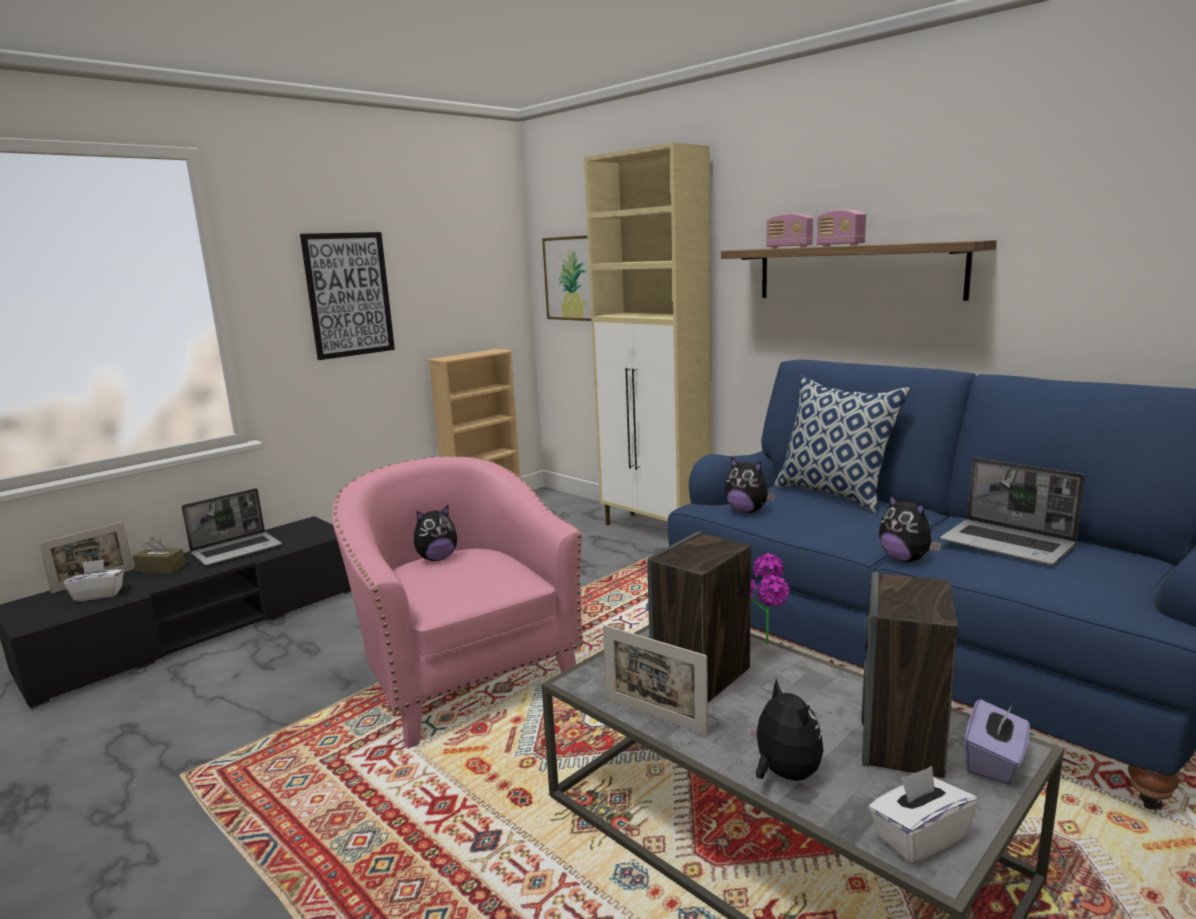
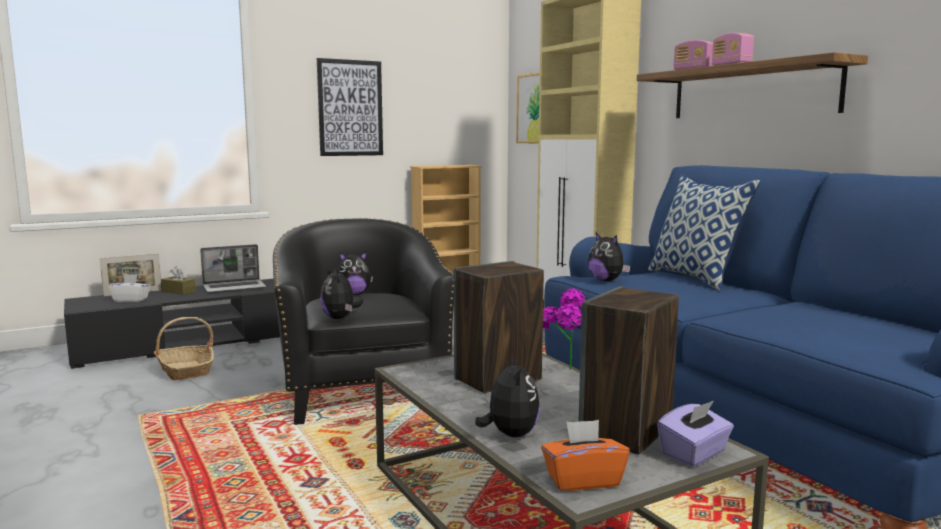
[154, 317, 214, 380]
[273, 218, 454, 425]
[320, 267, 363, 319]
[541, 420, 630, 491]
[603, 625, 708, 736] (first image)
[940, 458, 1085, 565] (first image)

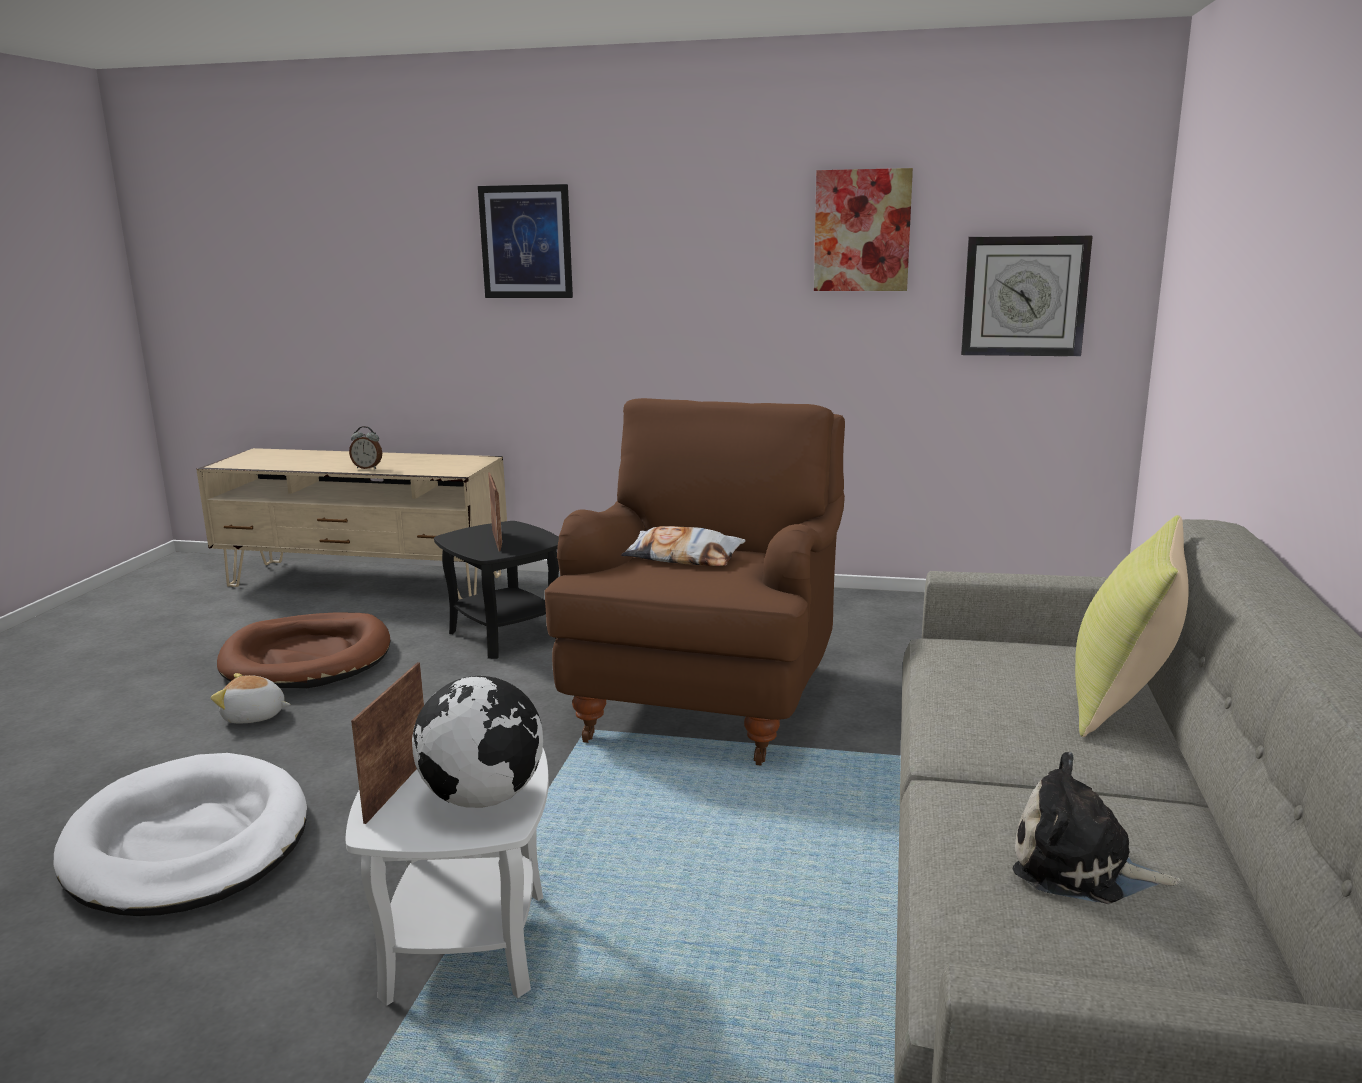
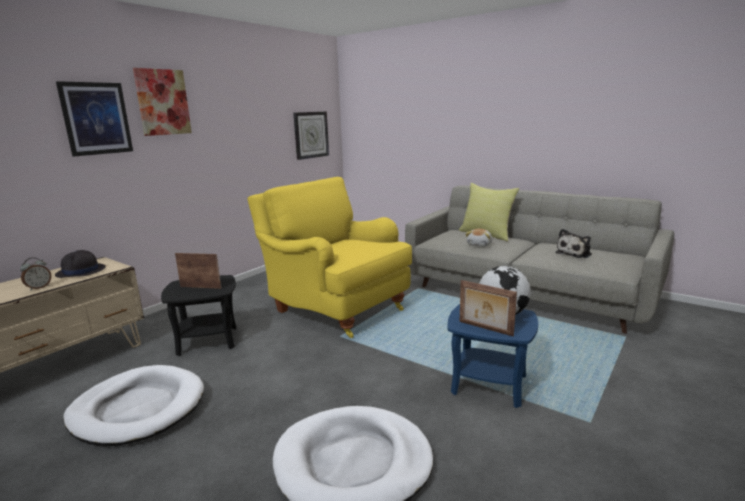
[55, 250, 106, 278]
[63, 365, 204, 446]
[133, 68, 192, 136]
[248, 177, 412, 338]
[448, 304, 538, 408]
[465, 229, 492, 247]
[621, 526, 746, 566] (first image)

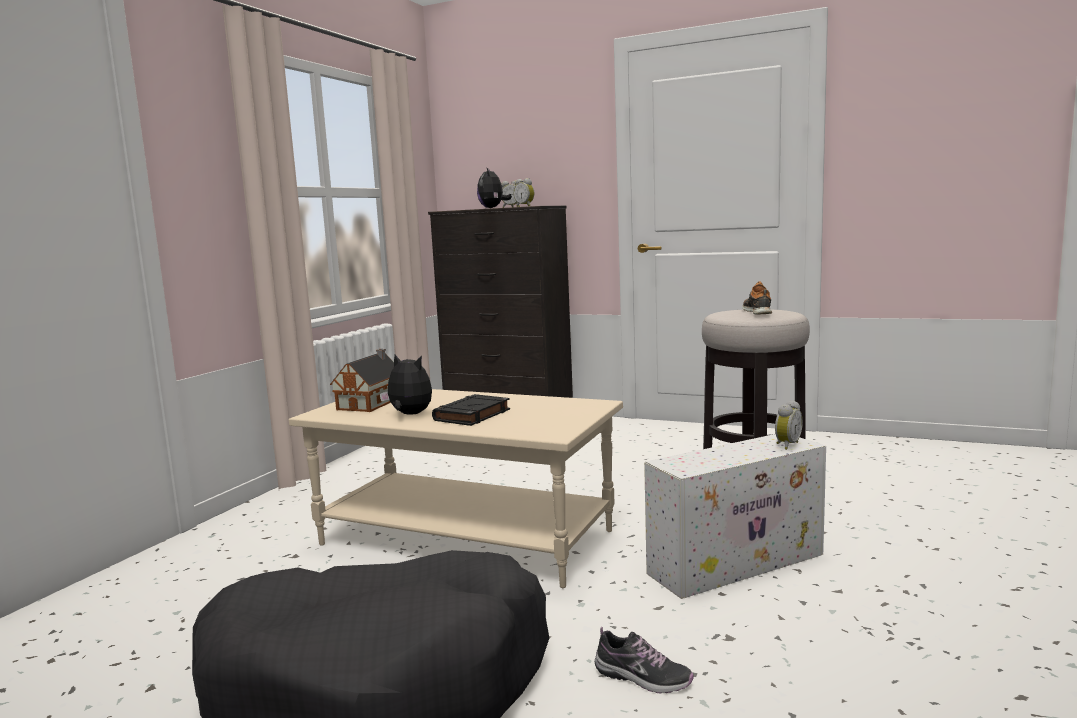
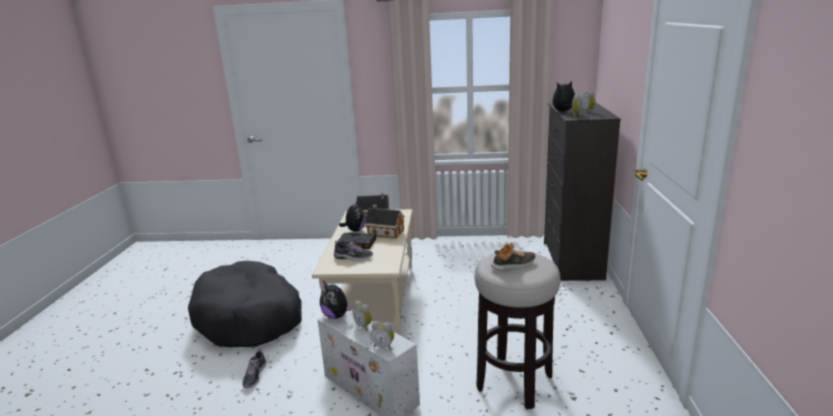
[320, 281, 353, 319]
[334, 240, 373, 261]
[353, 301, 372, 331]
[365, 205, 404, 238]

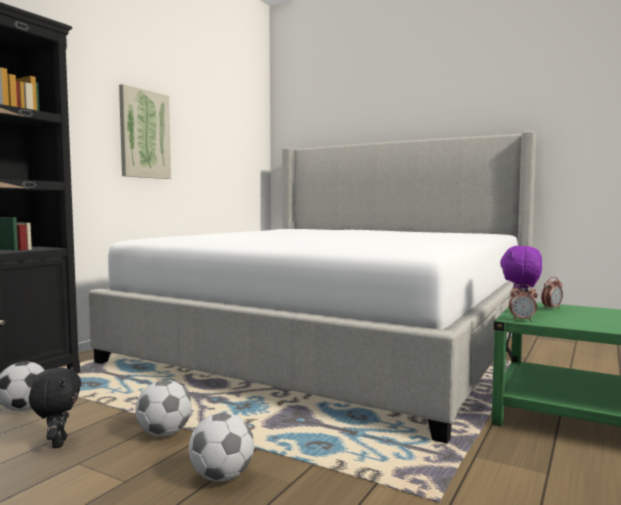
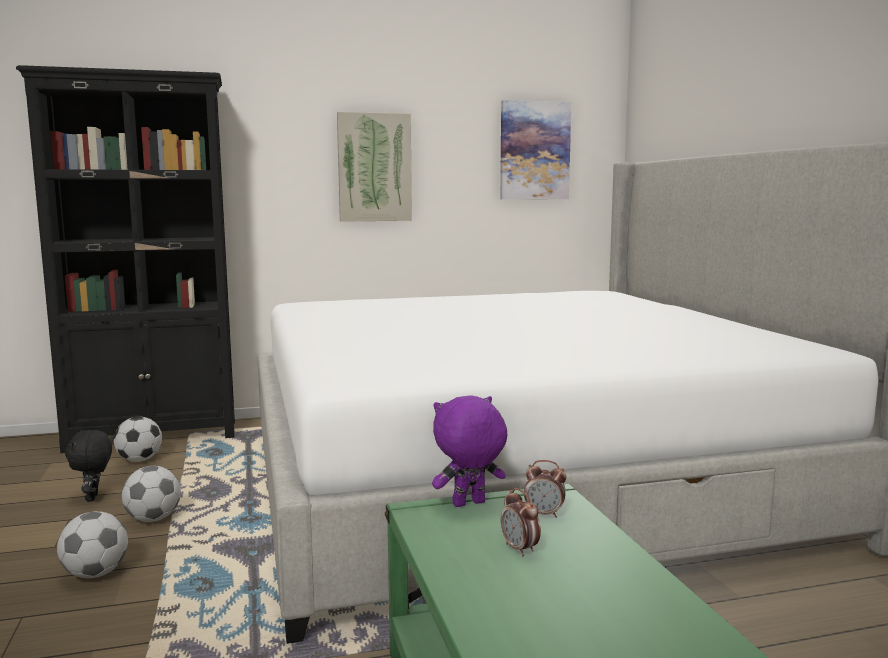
[65, 430, 112, 502]
[500, 100, 571, 200]
[501, 488, 541, 556]

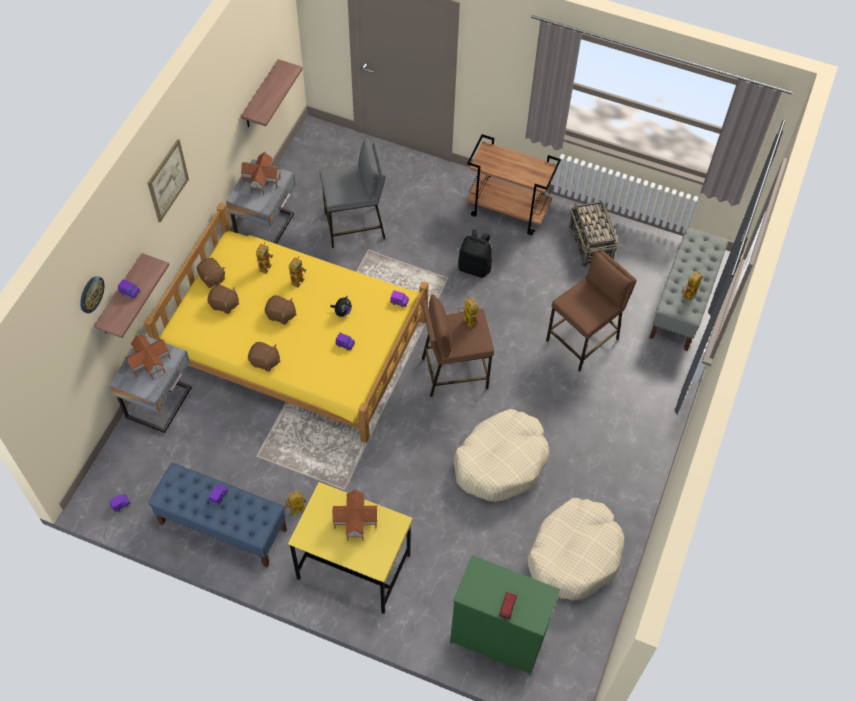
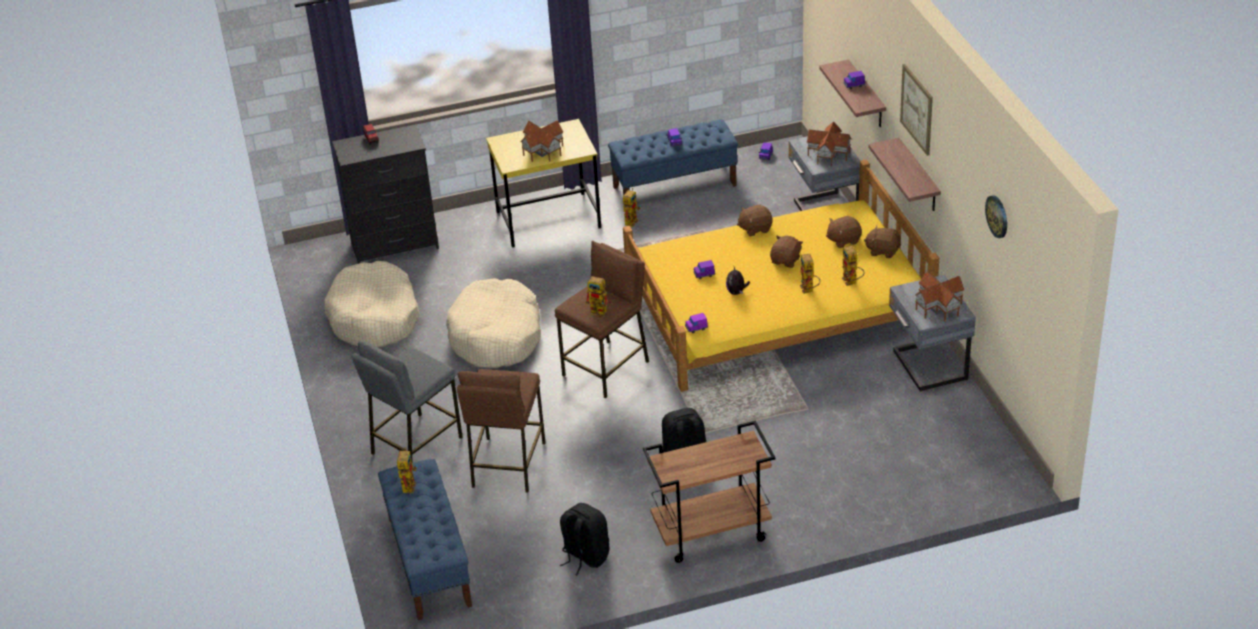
[332, 124, 439, 264]
[351, 341, 463, 463]
[378, 459, 472, 620]
[560, 503, 609, 575]
[770, 236, 803, 268]
[869, 138, 941, 211]
[985, 195, 1007, 238]

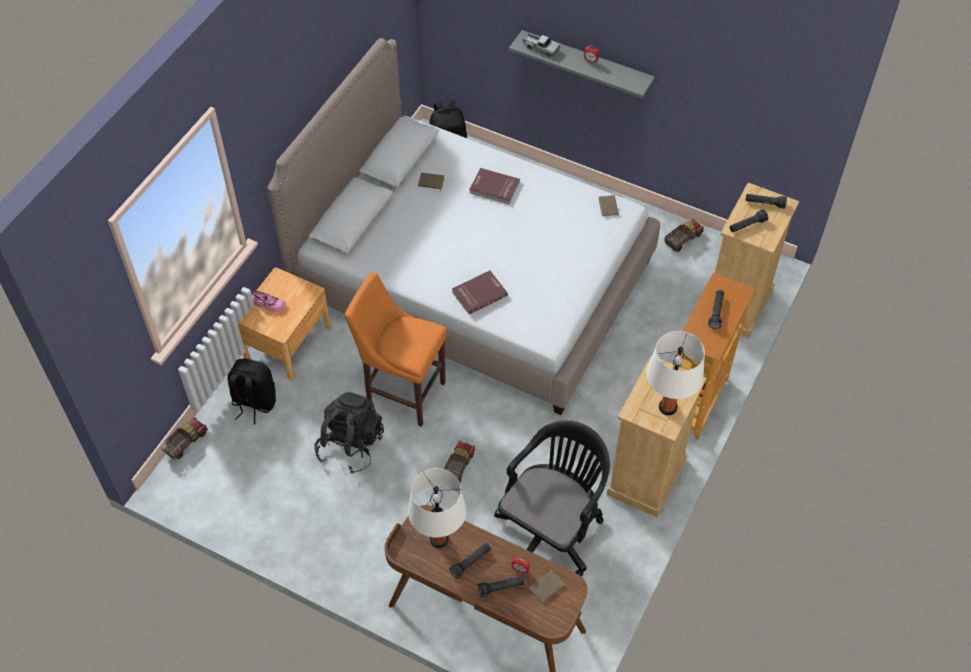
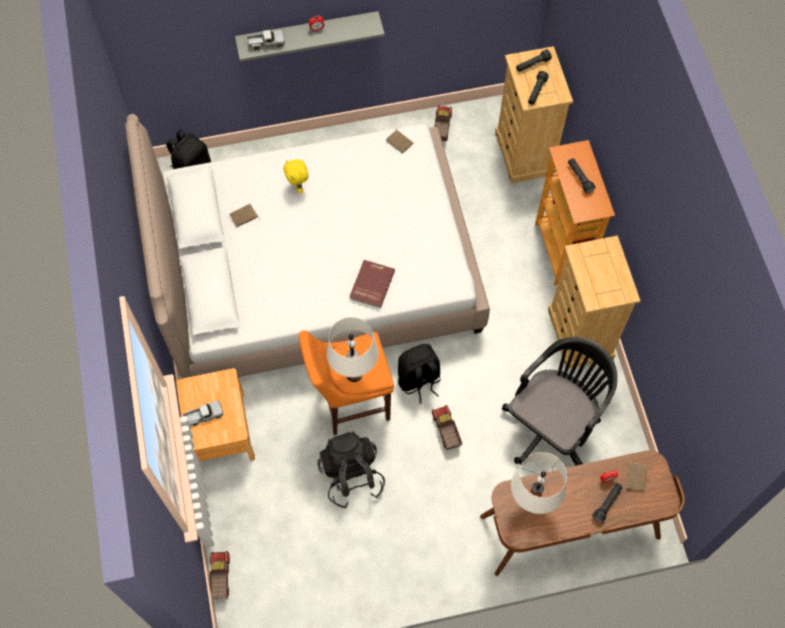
[183, 400, 223, 426]
[284, 159, 309, 193]
[326, 317, 378, 382]
[398, 344, 441, 404]
[502, 337, 617, 466]
[449, 543, 491, 579] (first image)

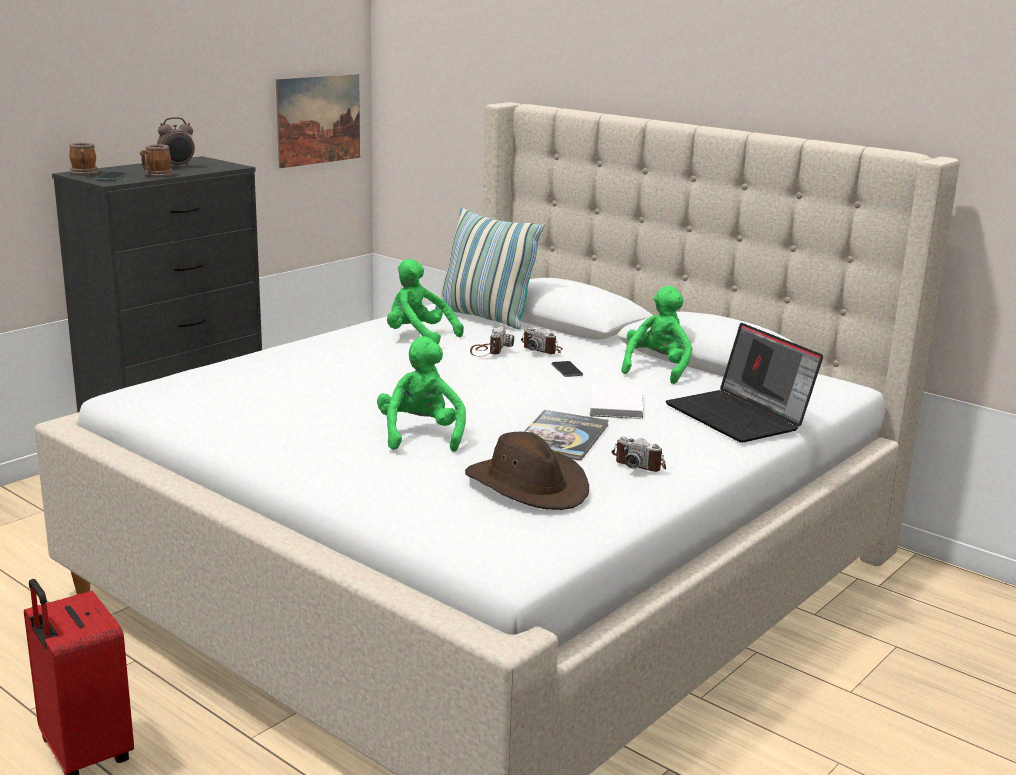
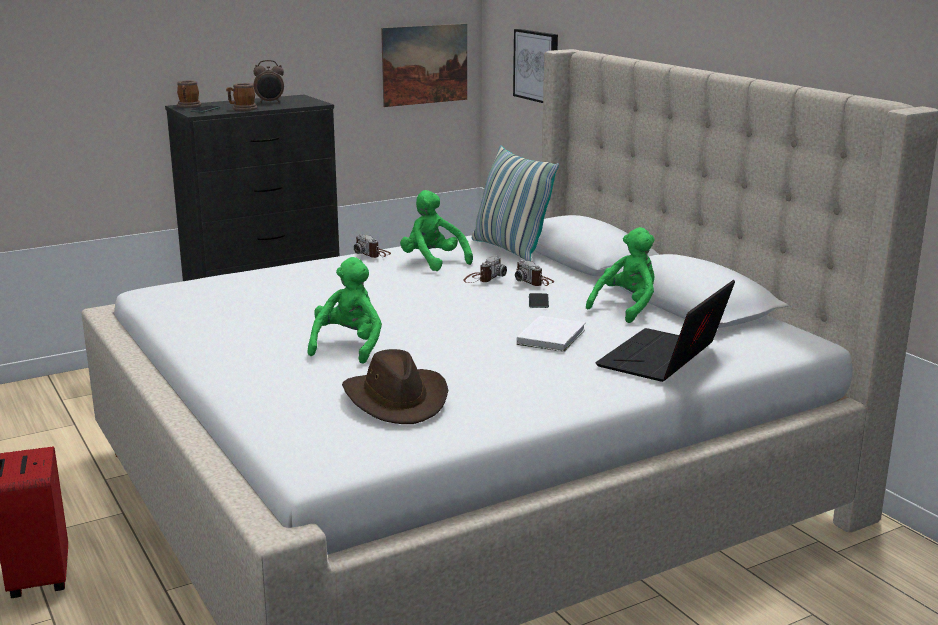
[354, 234, 391, 258]
[513, 29, 558, 103]
[595, 280, 735, 382]
[524, 410, 609, 461] (first image)

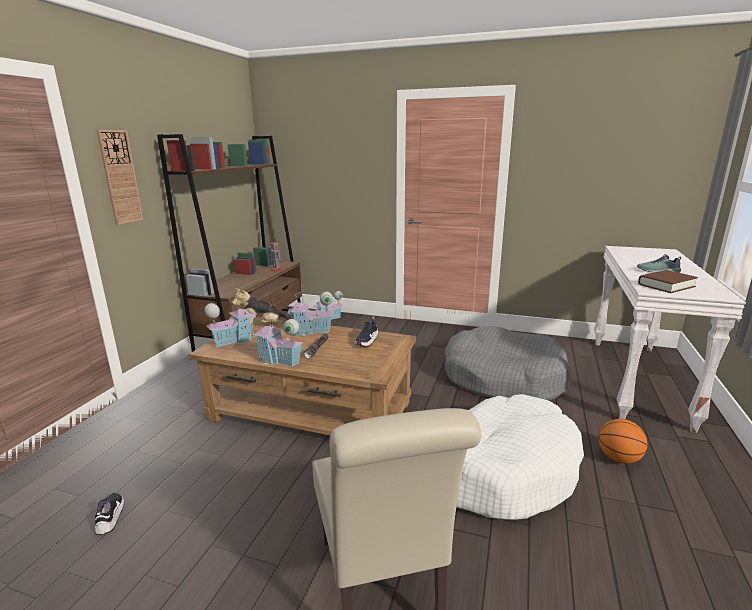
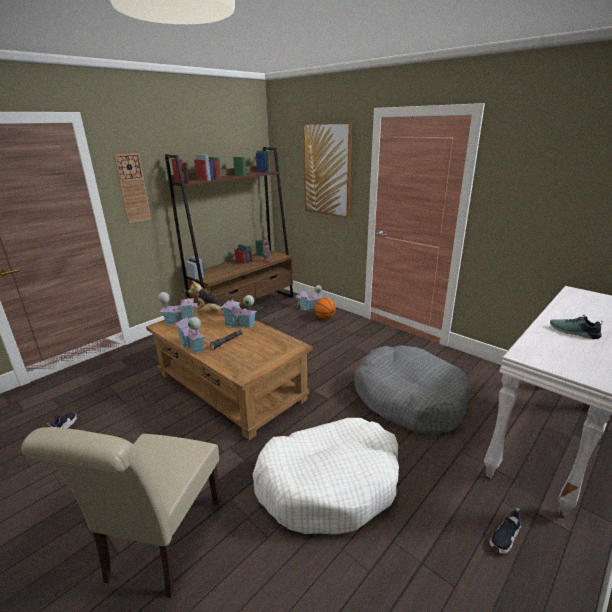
[303, 122, 352, 218]
[314, 298, 336, 319]
[489, 508, 521, 555]
[638, 270, 698, 293] (first image)

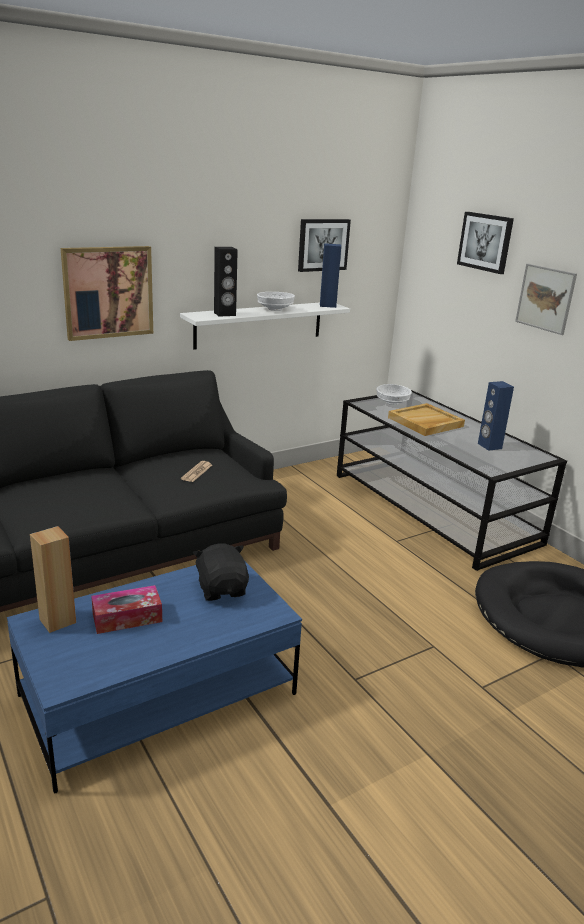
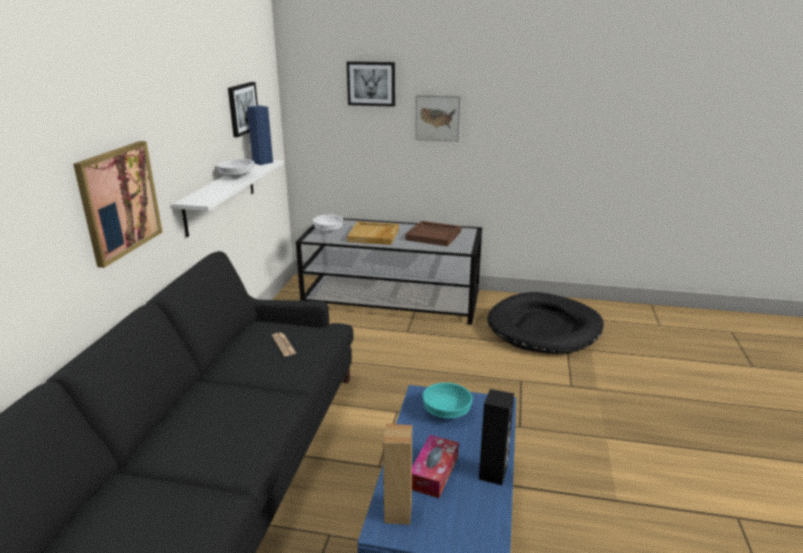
[405, 221, 461, 246]
[423, 383, 473, 418]
[479, 389, 514, 485]

